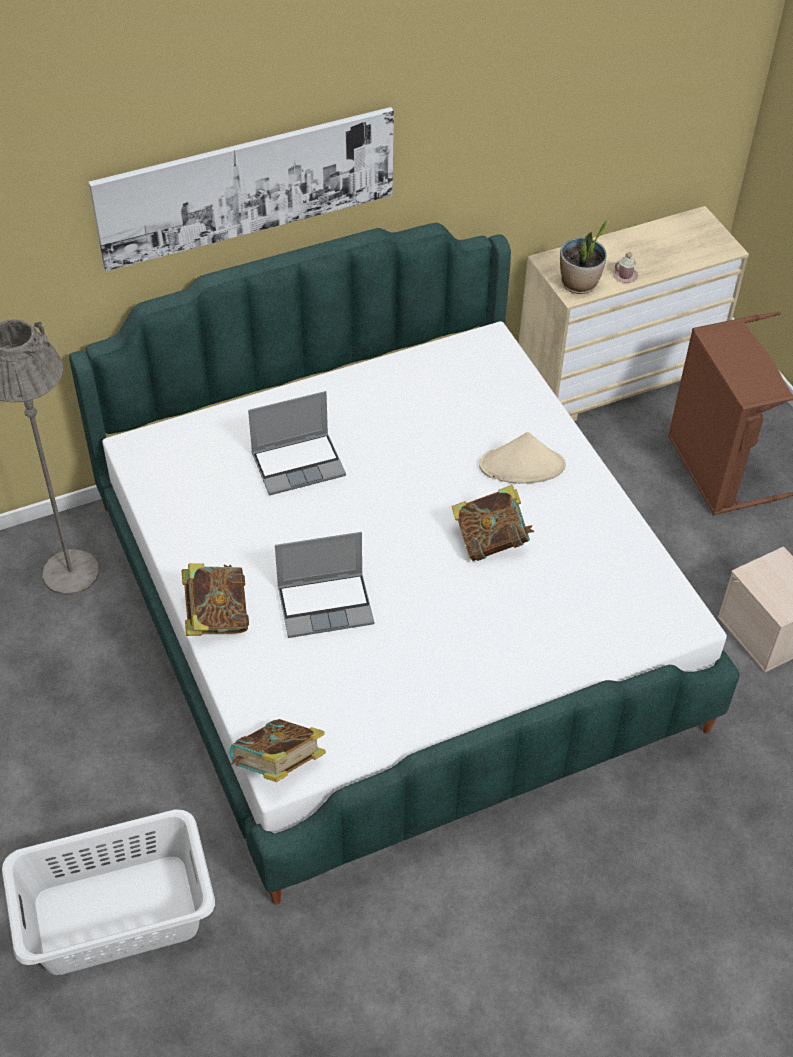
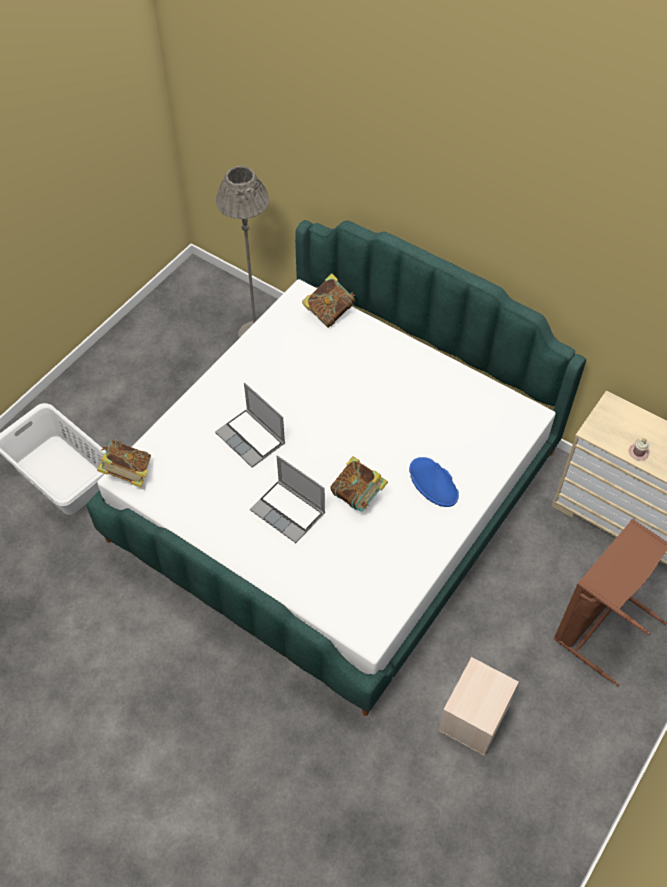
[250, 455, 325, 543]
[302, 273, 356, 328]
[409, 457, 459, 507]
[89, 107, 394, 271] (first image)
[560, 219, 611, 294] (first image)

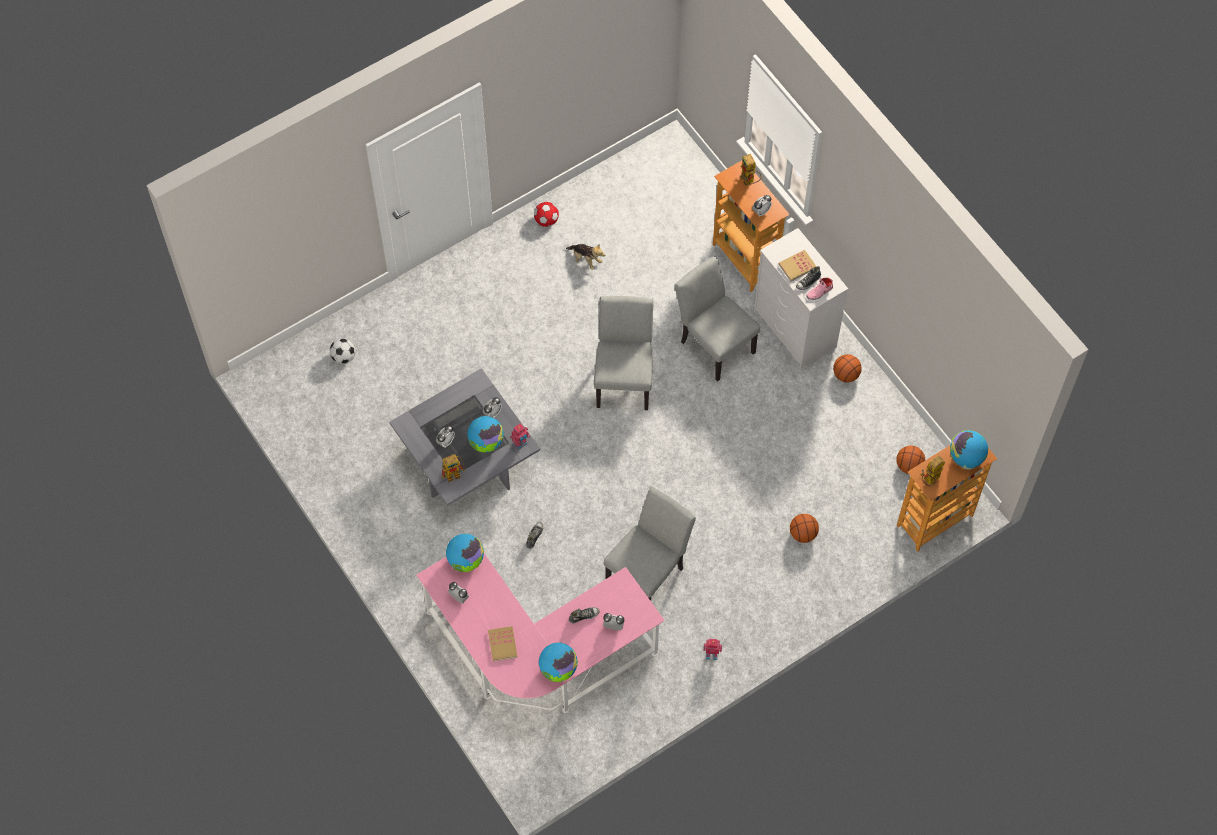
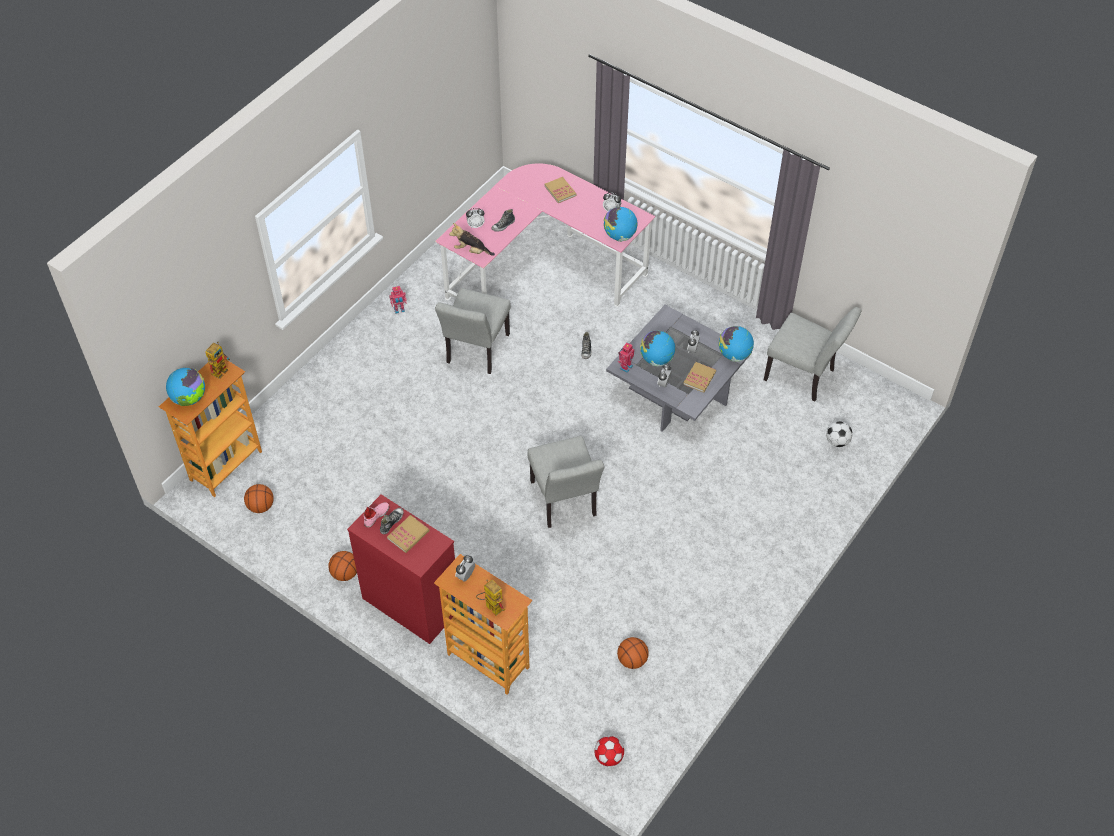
[347, 494, 455, 644]
[449, 223, 495, 256]
[594, 736, 624, 767]
[617, 637, 649, 669]
[683, 362, 716, 393]
[719, 326, 754, 362]
[764, 307, 861, 401]
[442, 454, 465, 482] (first image)

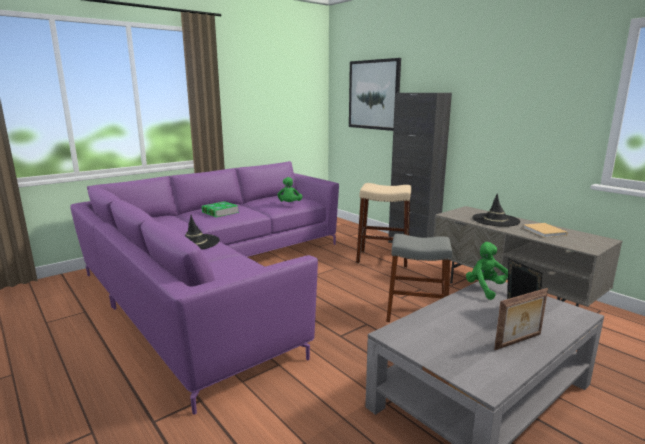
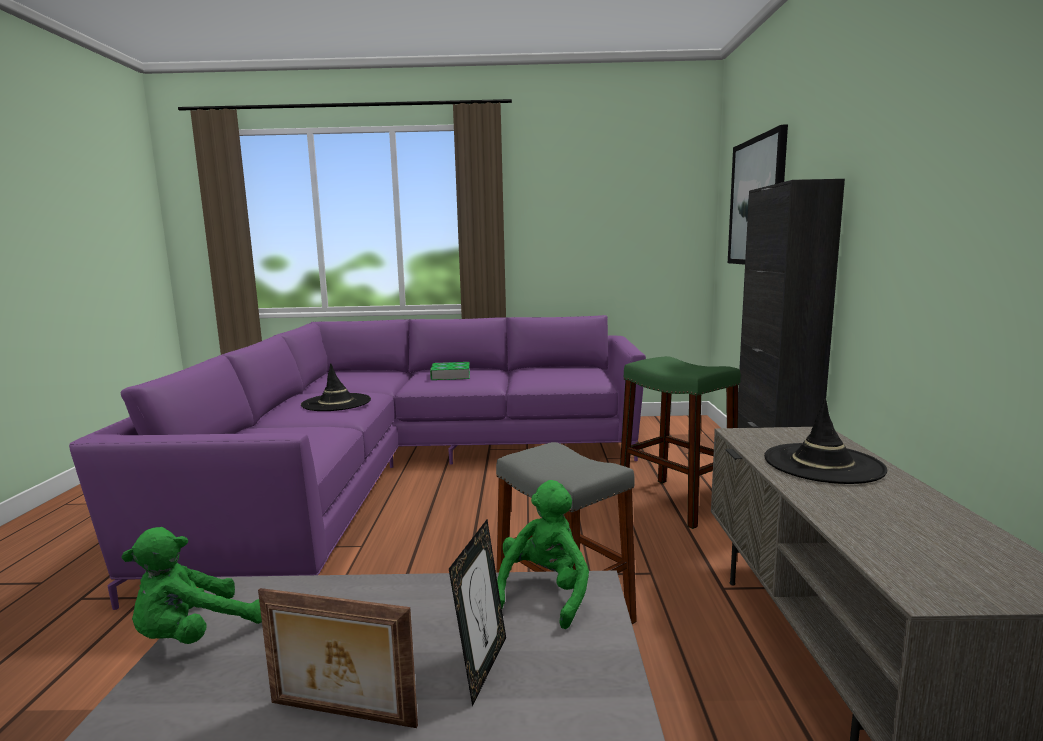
[122, 527, 262, 644]
[620, 356, 741, 529]
[523, 223, 568, 238] (first image)

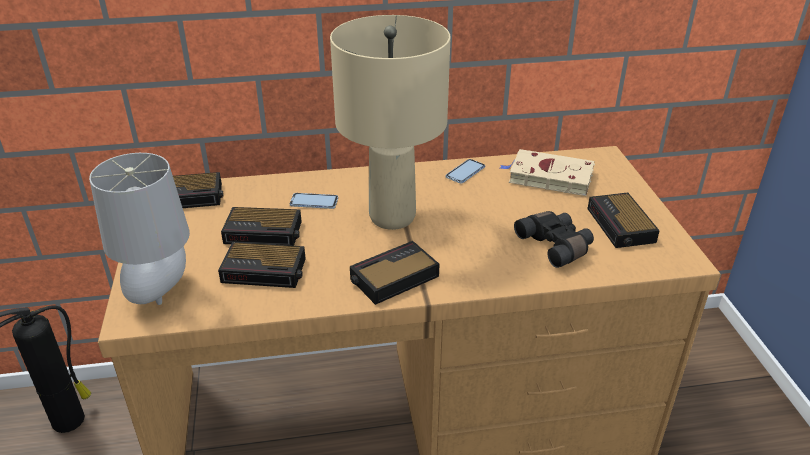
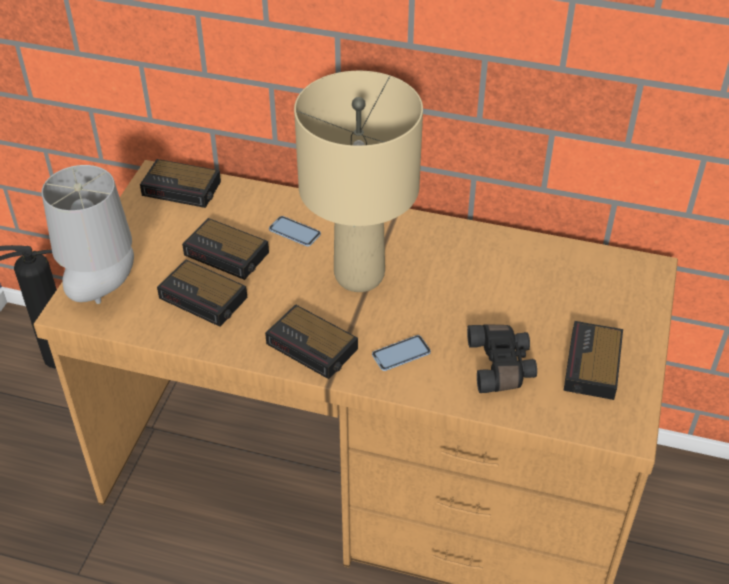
[265, 304, 358, 379]
[372, 335, 431, 371]
[500, 149, 595, 196] (first image)

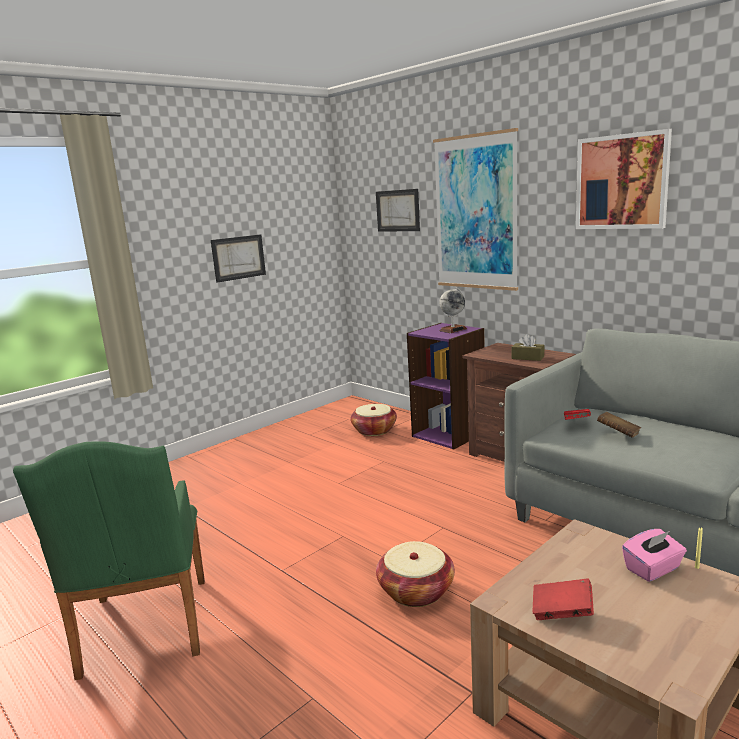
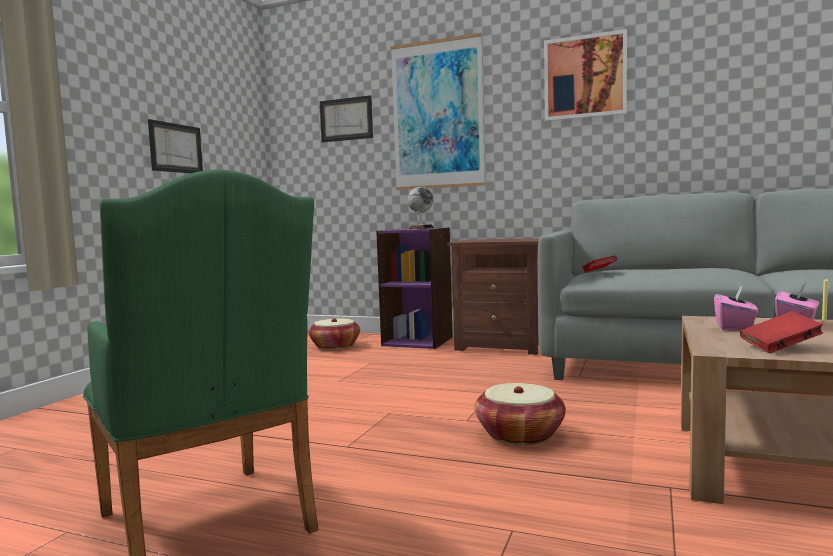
[714, 286, 758, 331]
[512, 334, 544, 361] (first image)
[597, 412, 641, 438] (first image)

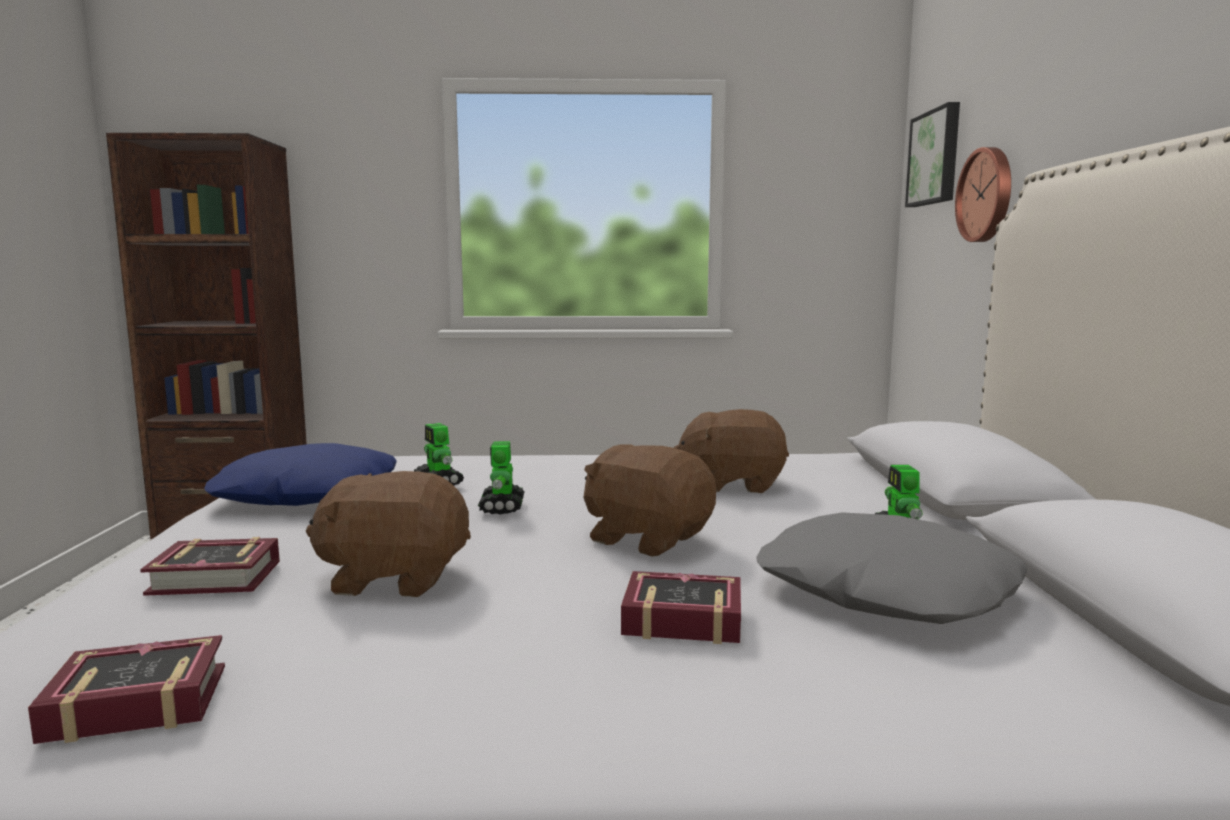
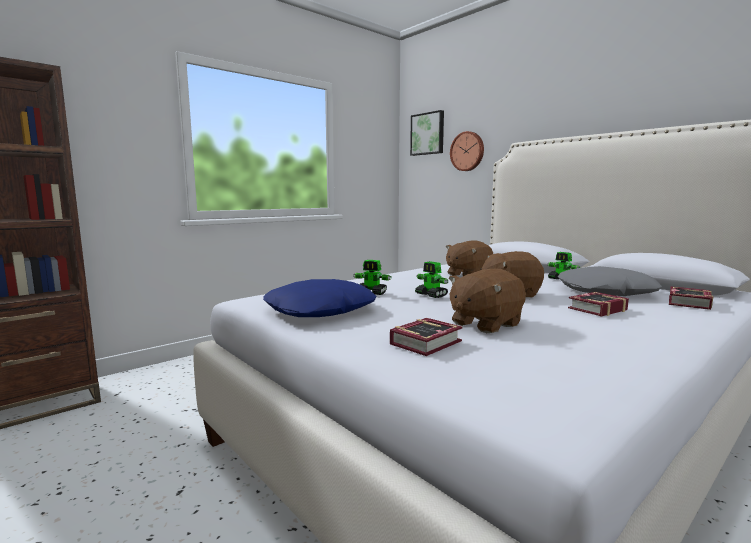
[669, 286, 713, 310]

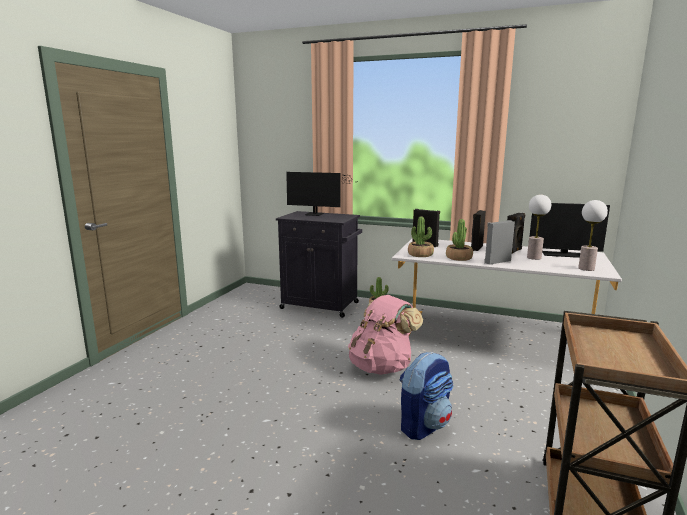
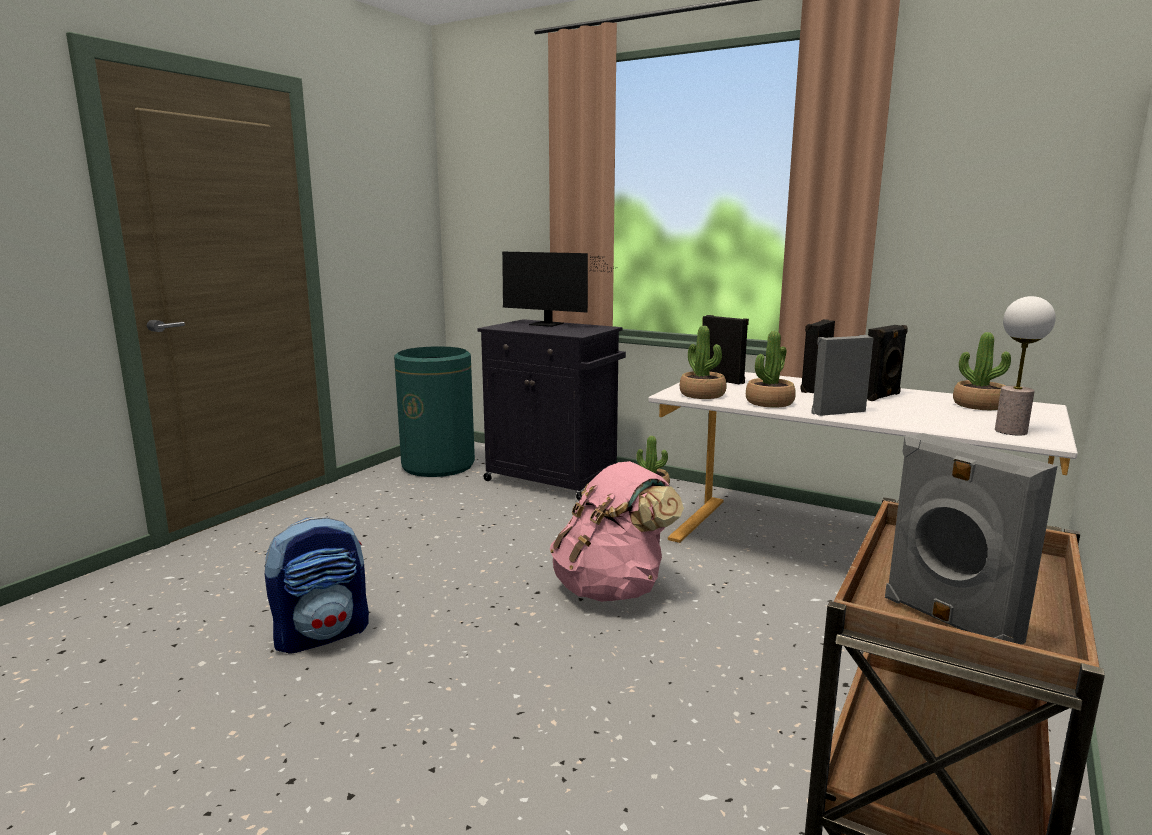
[264, 516, 369, 653]
[394, 346, 475, 477]
[885, 433, 1057, 645]
[953, 332, 1011, 410]
[527, 195, 551, 260] (first image)

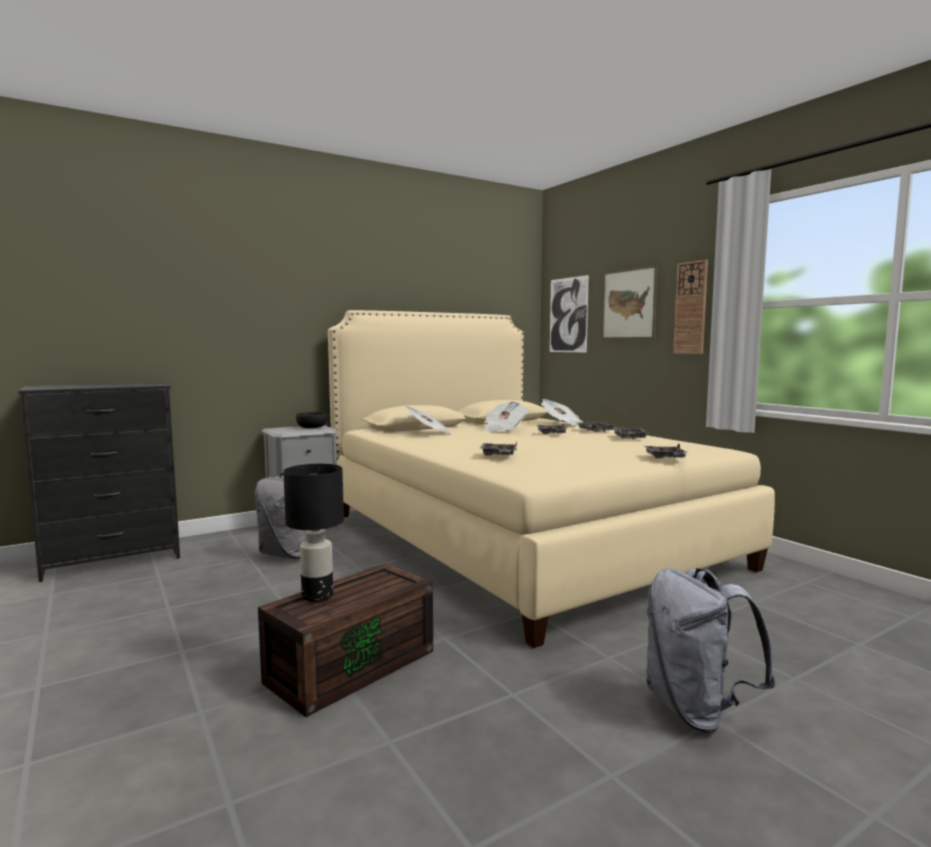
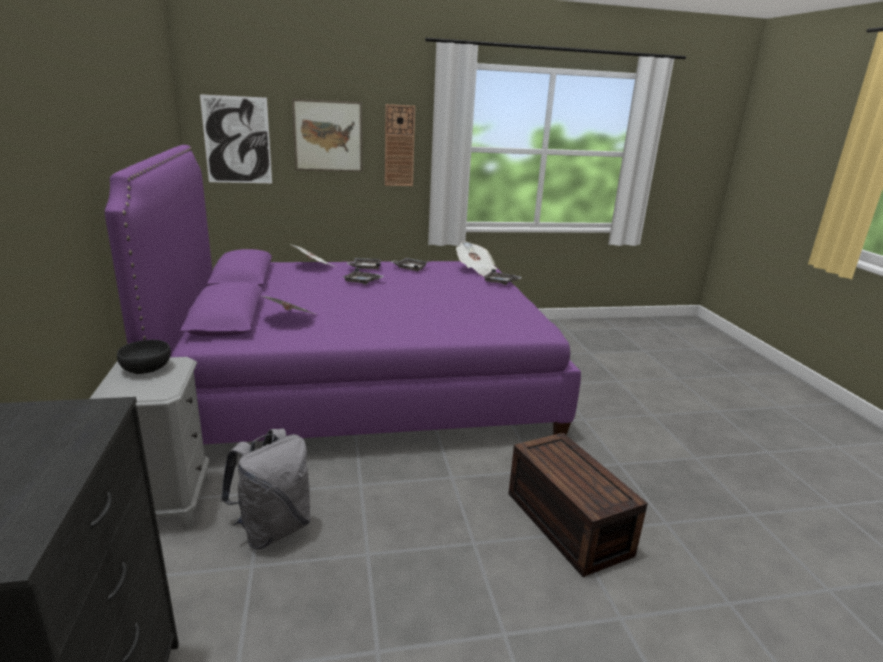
[105, 145, 581, 444]
[456, 241, 497, 276]
[283, 464, 344, 602] (first image)
[480, 442, 517, 456] (first image)
[646, 568, 776, 733] (first image)

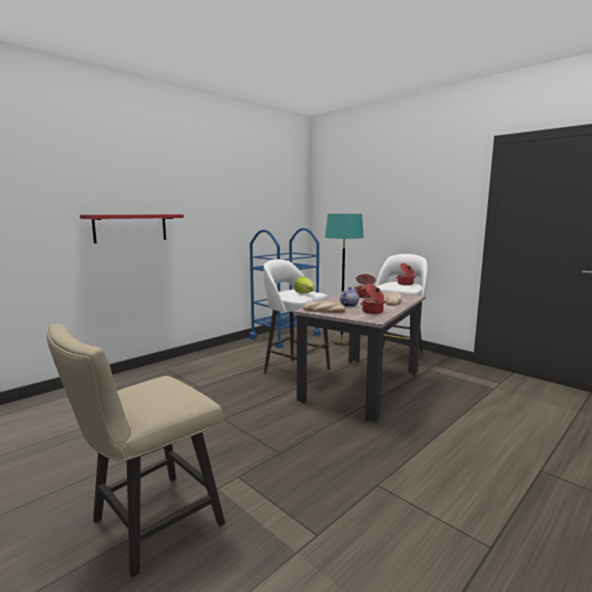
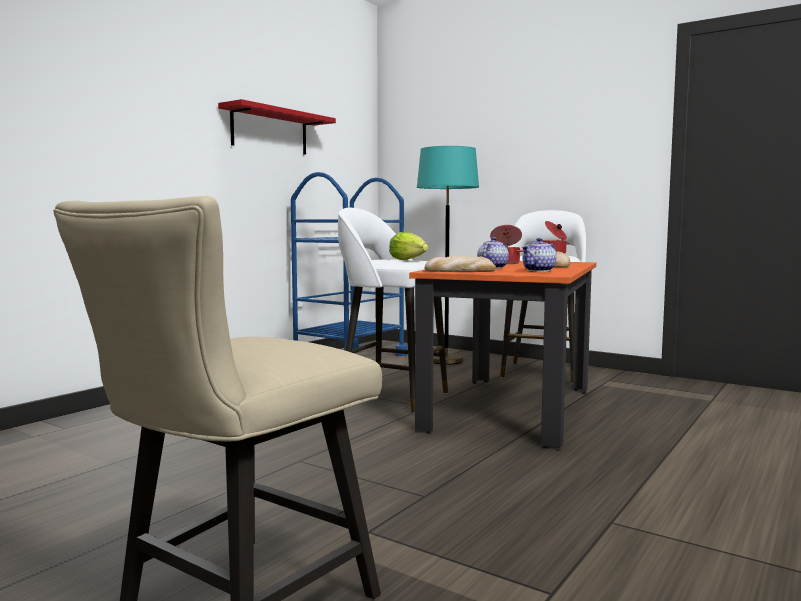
[218, 99, 336, 155]
[409, 261, 596, 448]
[522, 238, 557, 272]

